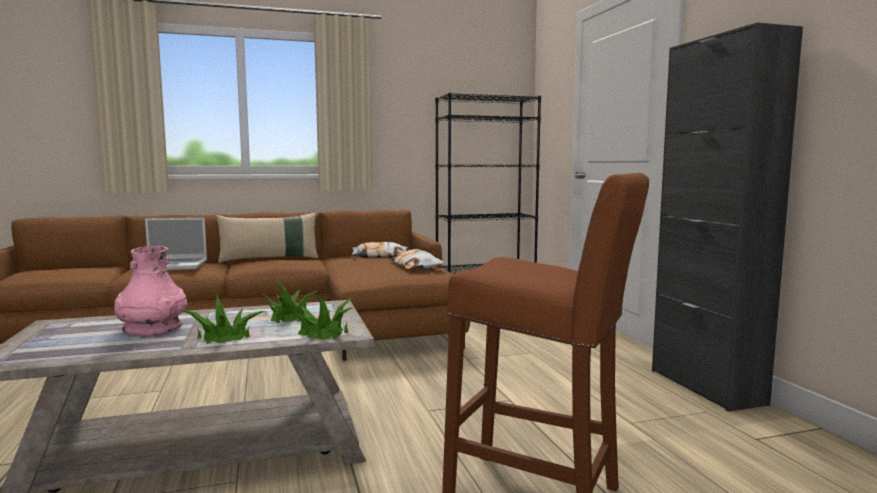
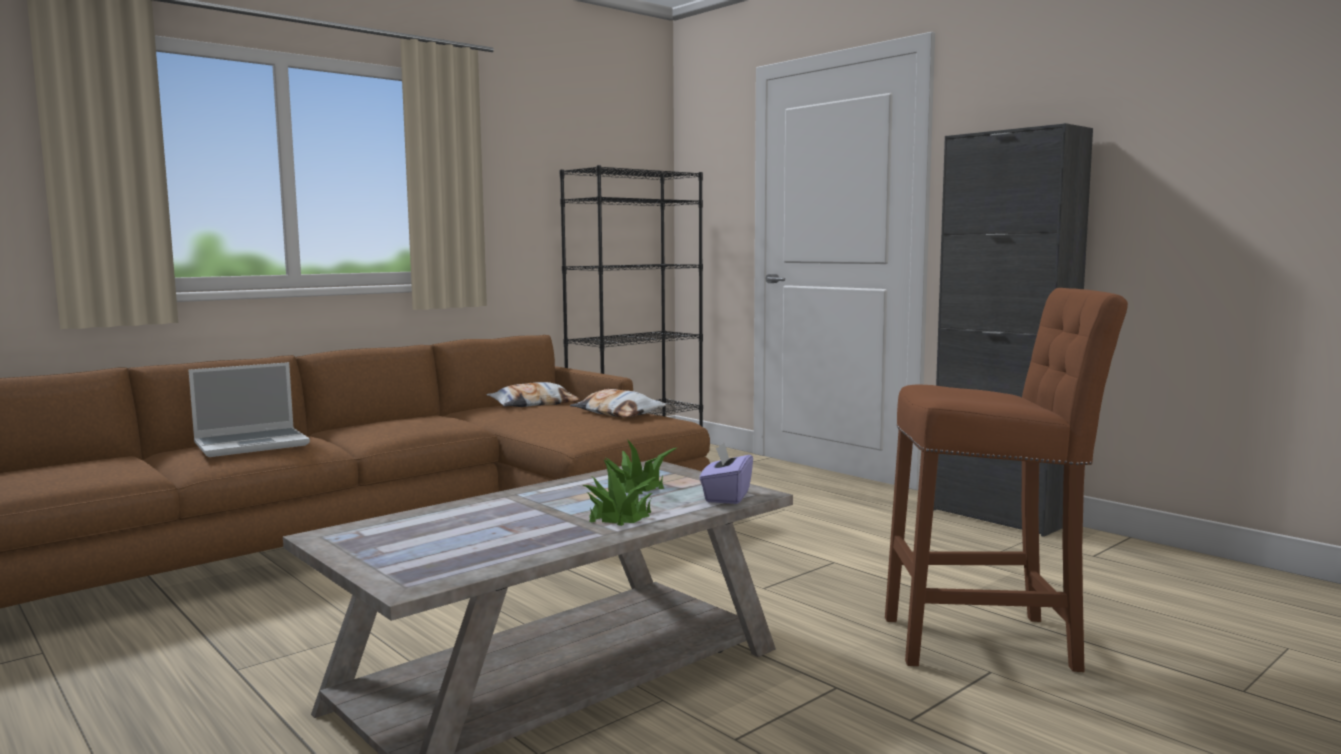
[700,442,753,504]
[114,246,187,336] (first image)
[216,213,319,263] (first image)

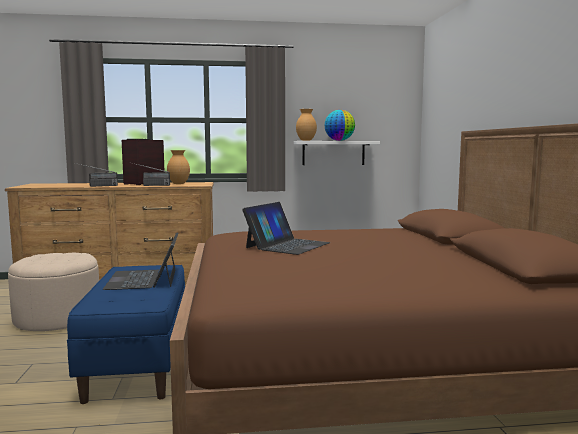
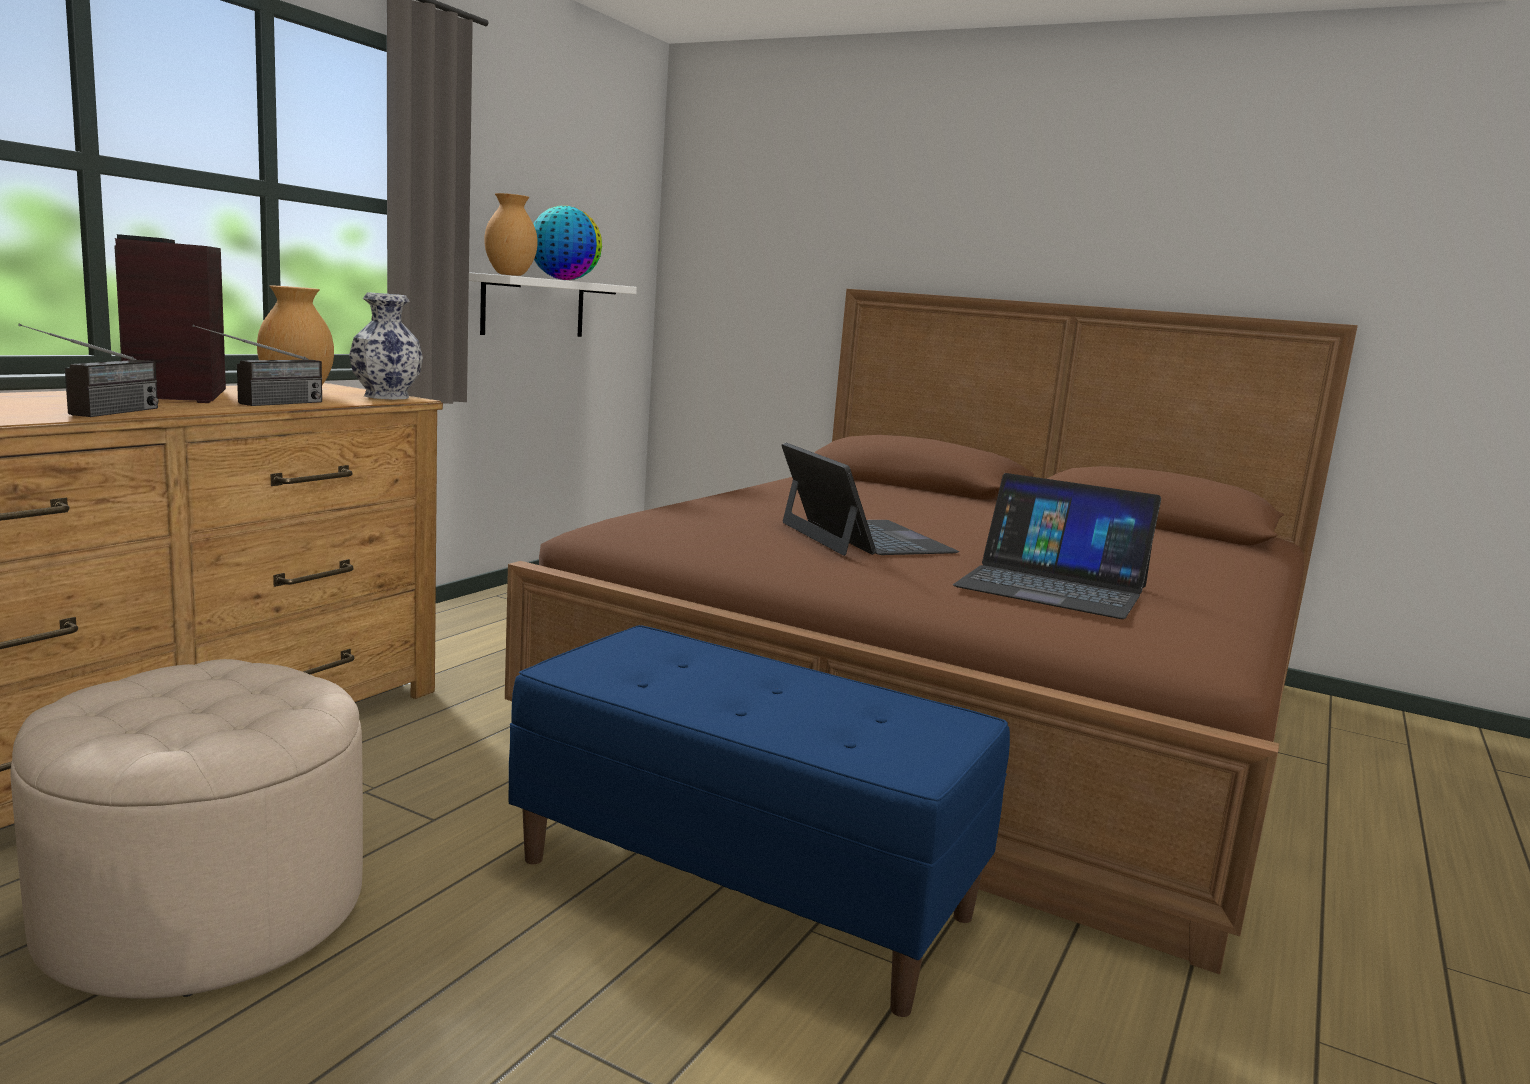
[349,293,423,400]
[953,473,1161,619]

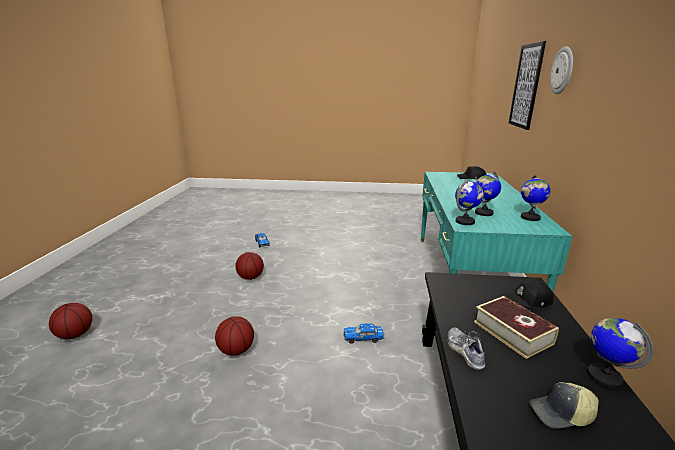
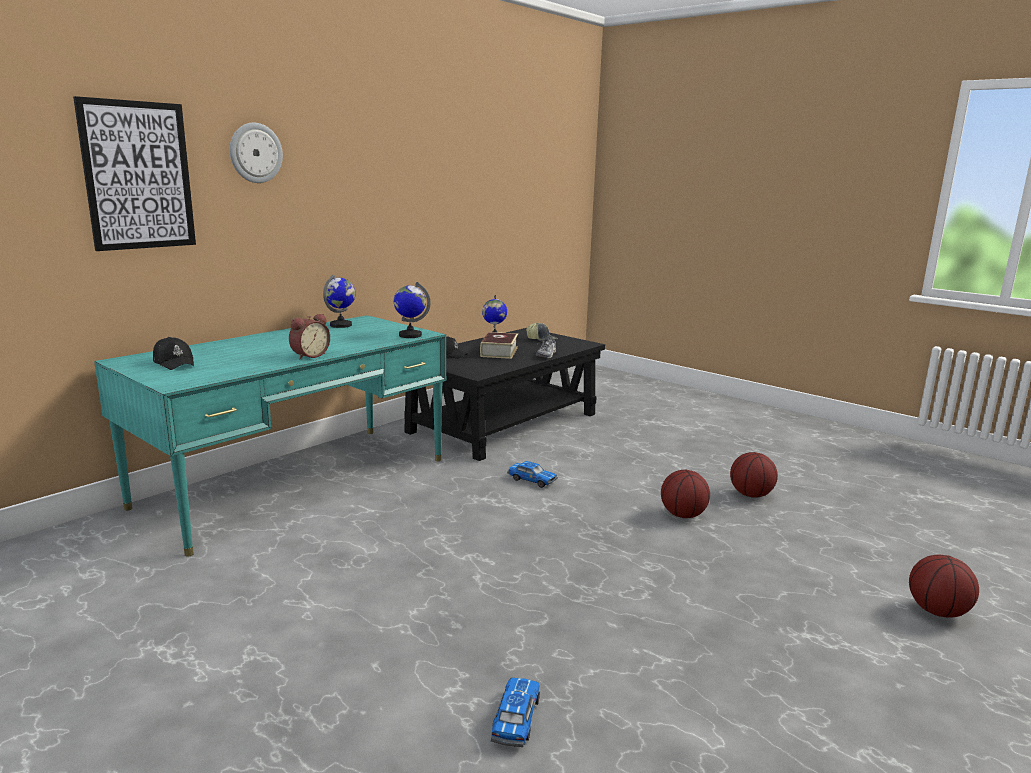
[289,314,330,359]
[730,452,778,498]
[475,171,501,216] (first image)

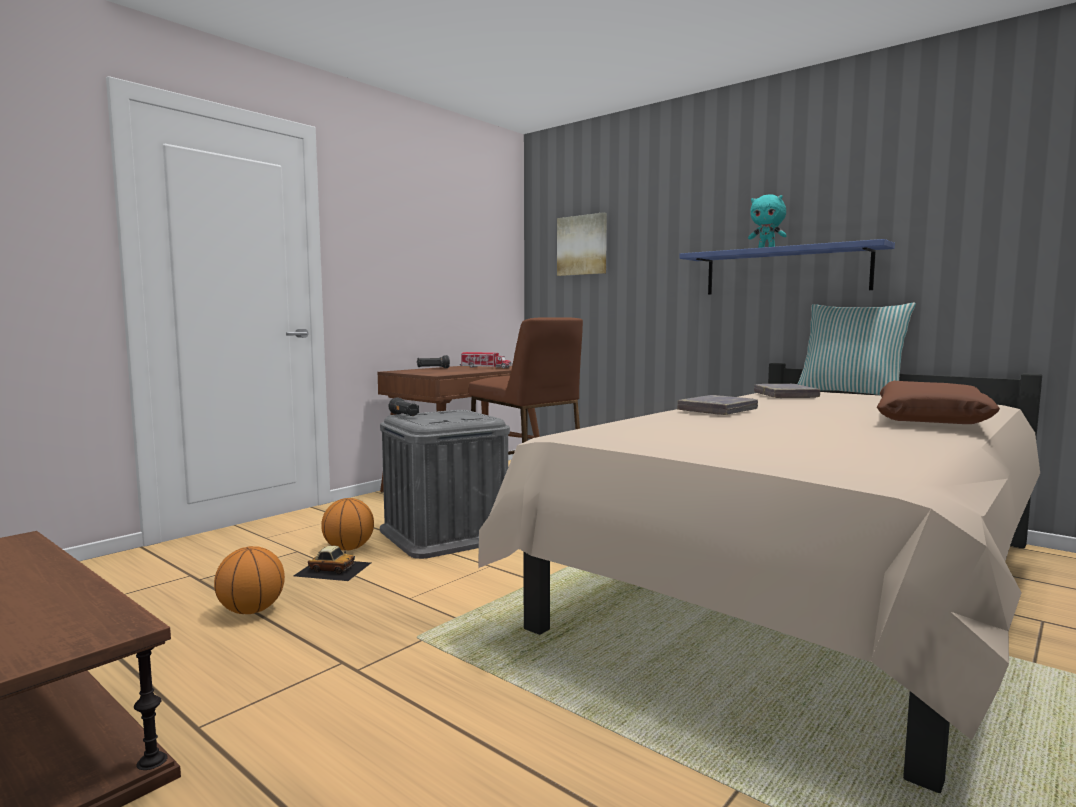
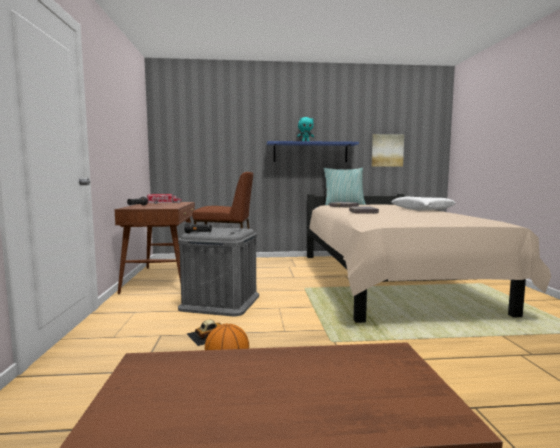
[372,134,404,167]
[392,196,456,211]
[321,498,374,550] (first image)

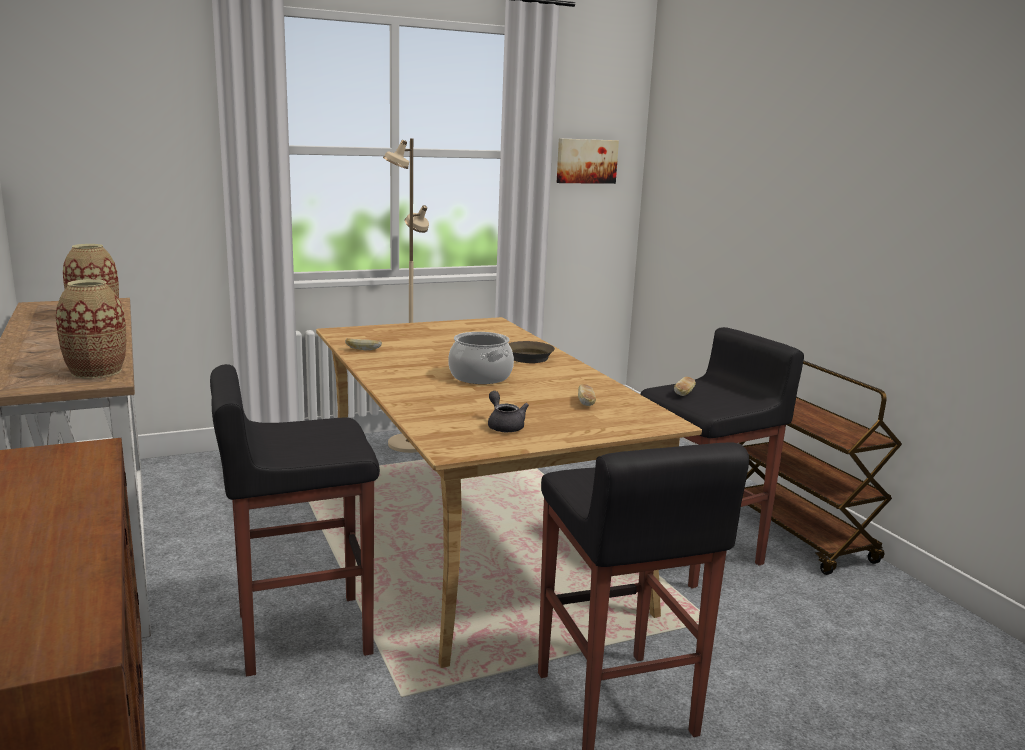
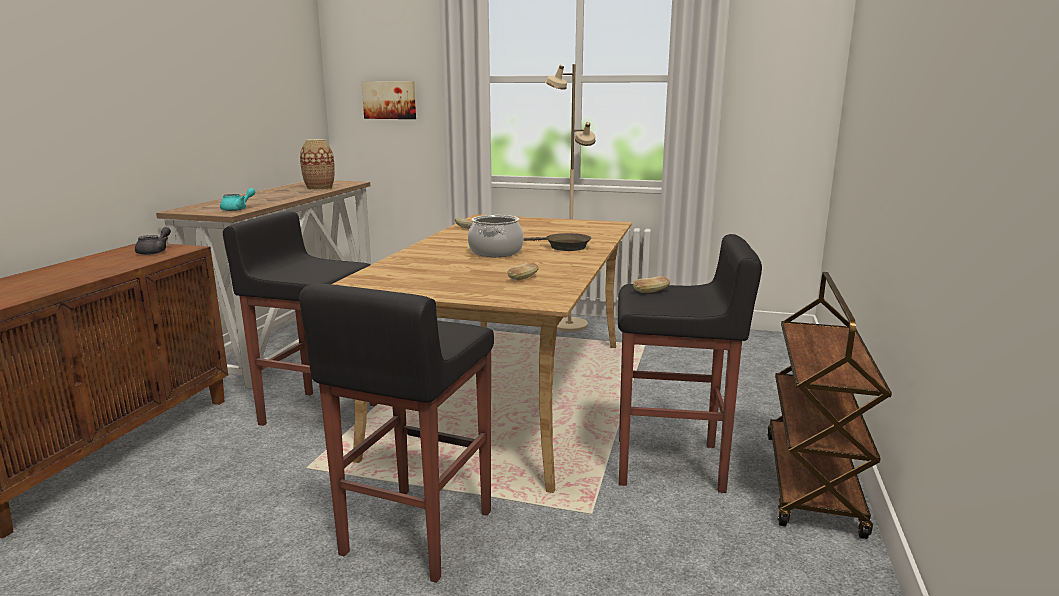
[135,227,171,255]
[220,188,256,211]
[362,81,416,119]

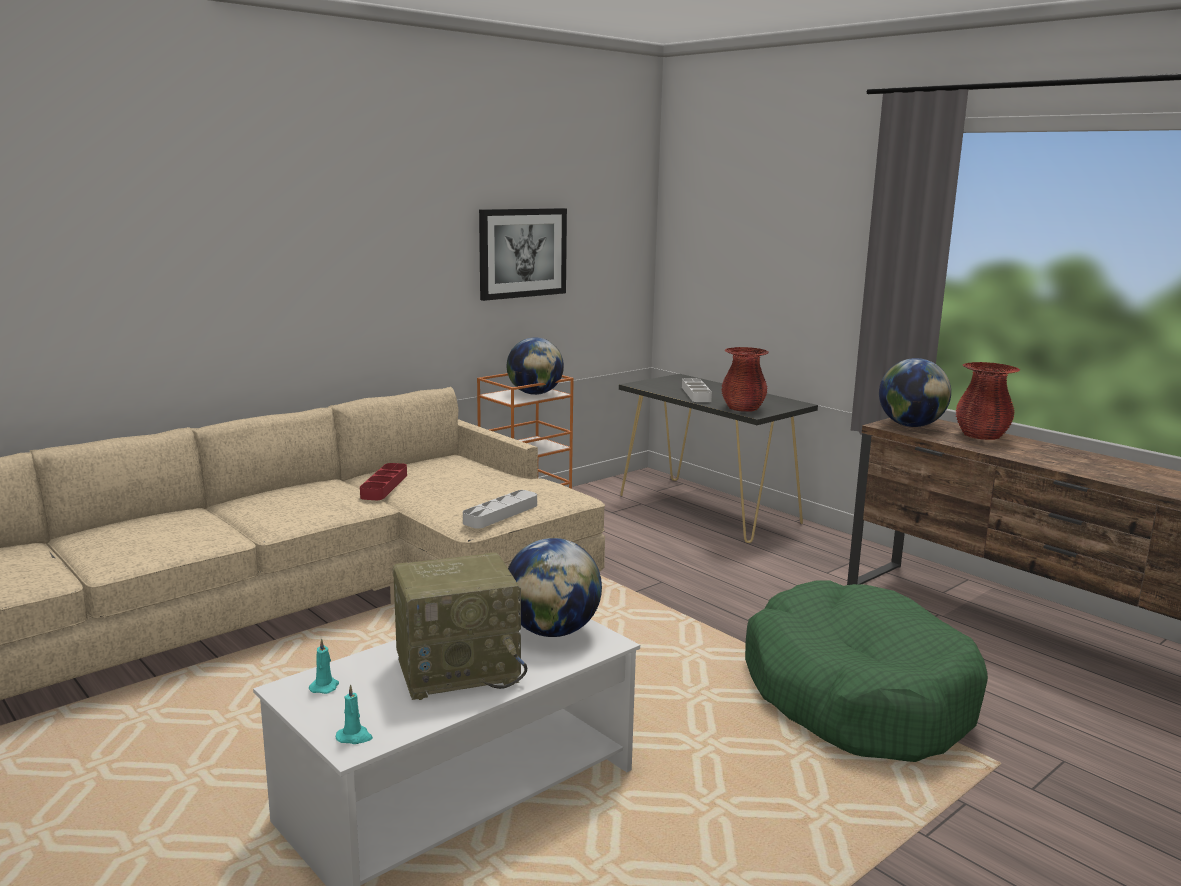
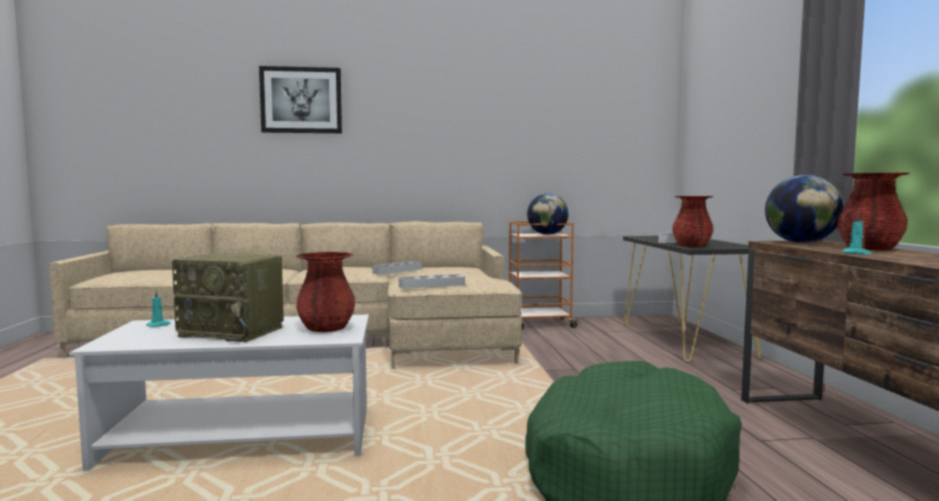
[259,66,342,133]
[296,252,355,332]
[372,261,422,275]
[842,213,872,255]

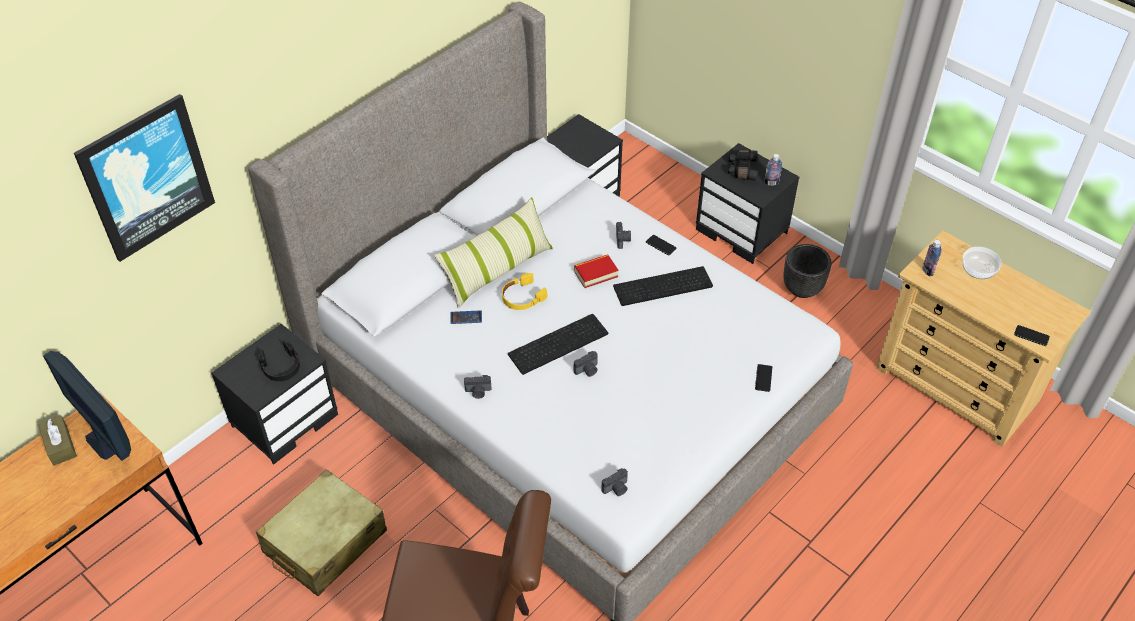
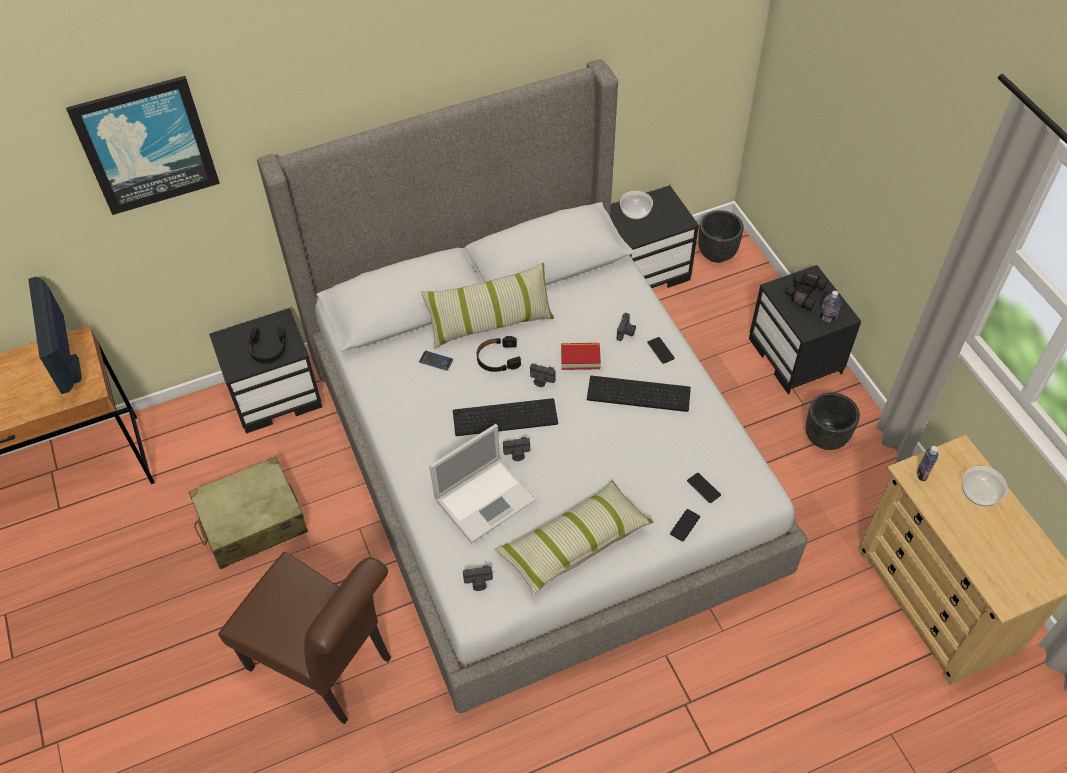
[429,424,536,543]
[477,336,521,372]
[495,481,654,596]
[530,363,556,387]
[620,191,653,219]
[687,473,721,503]
[698,210,744,263]
[38,416,77,466] (first image)

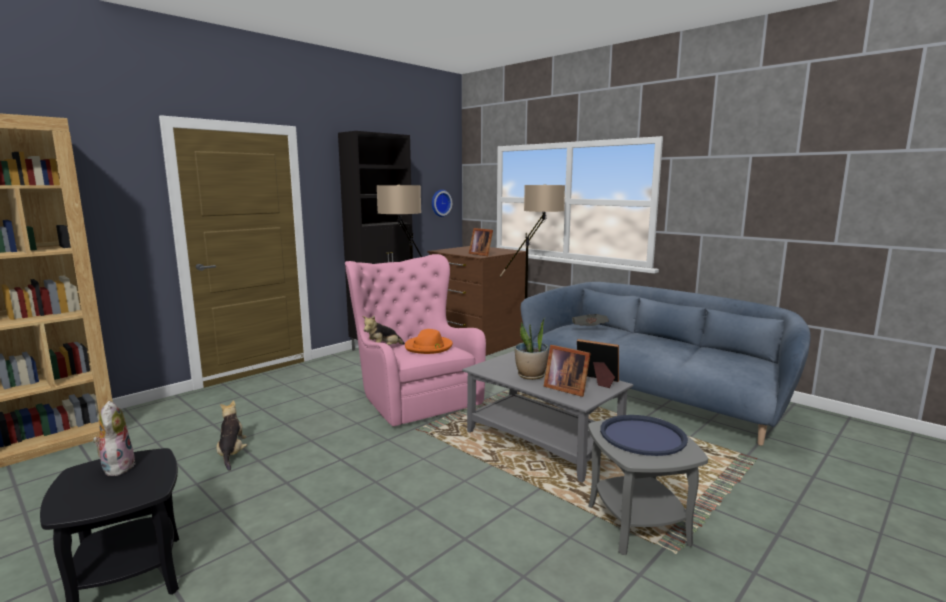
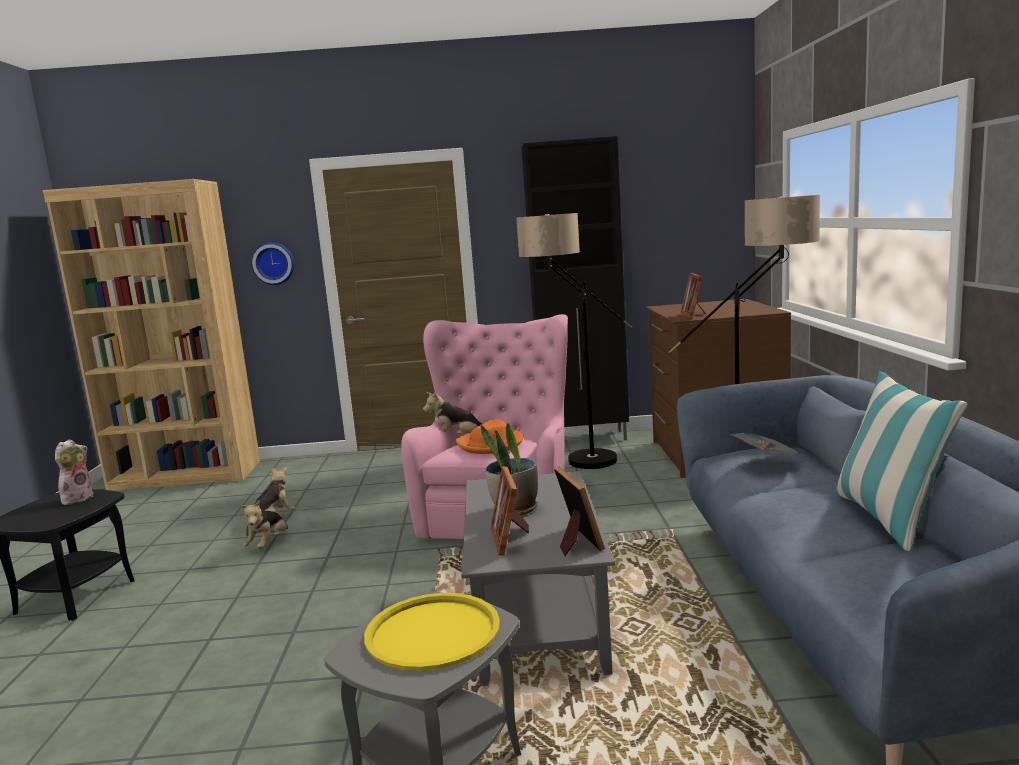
[241,501,288,549]
[251,242,294,285]
[364,593,500,671]
[835,371,967,551]

